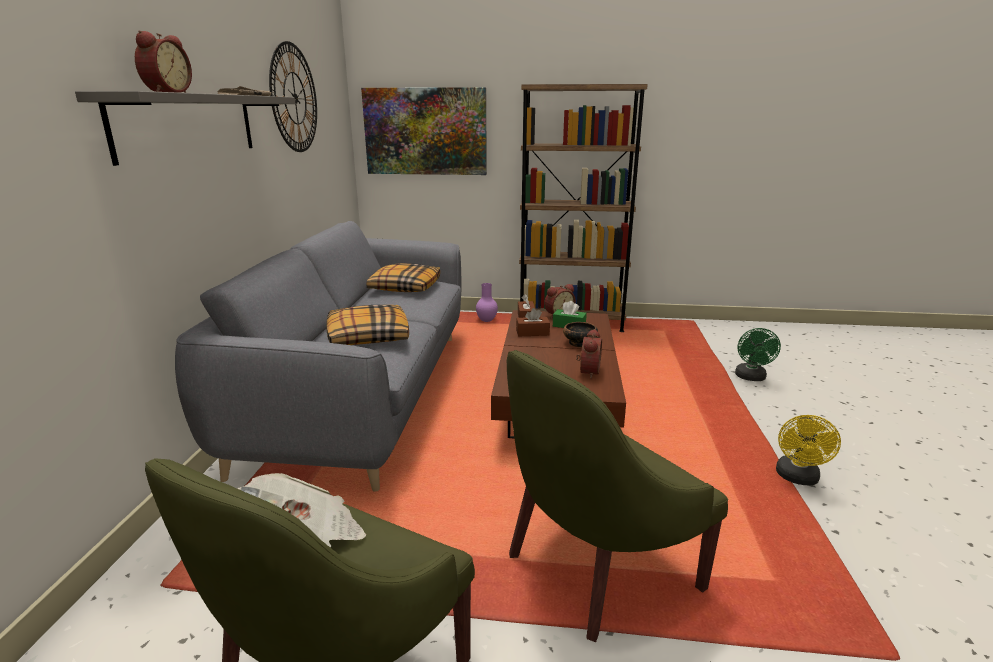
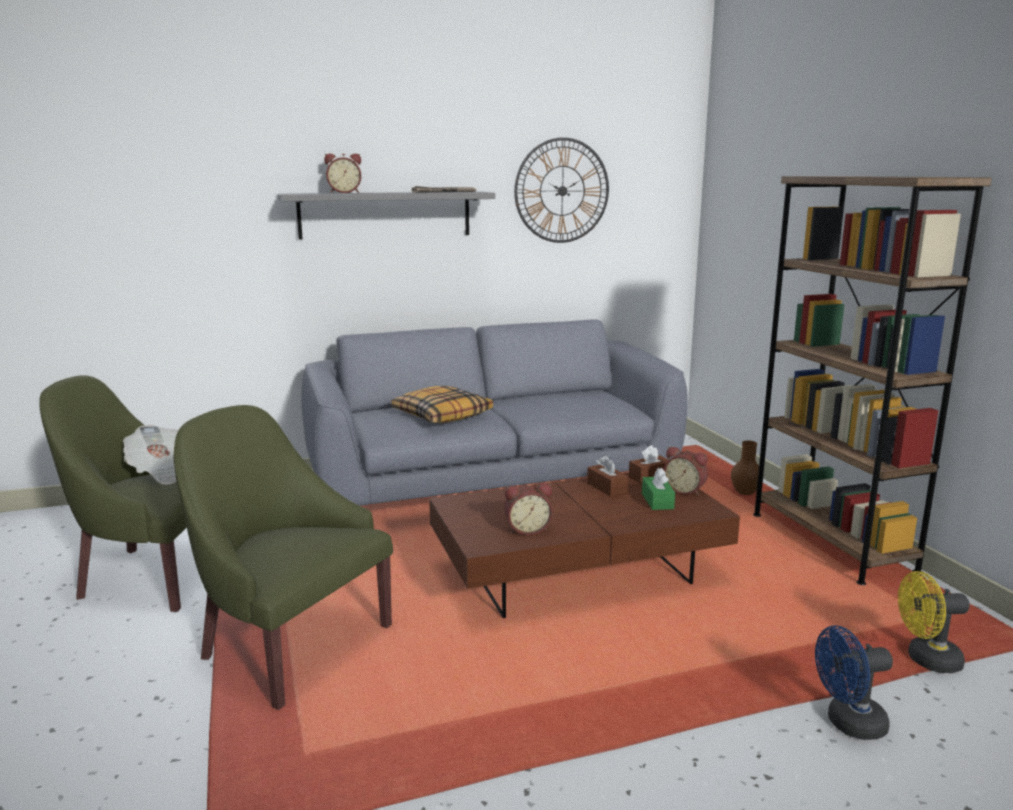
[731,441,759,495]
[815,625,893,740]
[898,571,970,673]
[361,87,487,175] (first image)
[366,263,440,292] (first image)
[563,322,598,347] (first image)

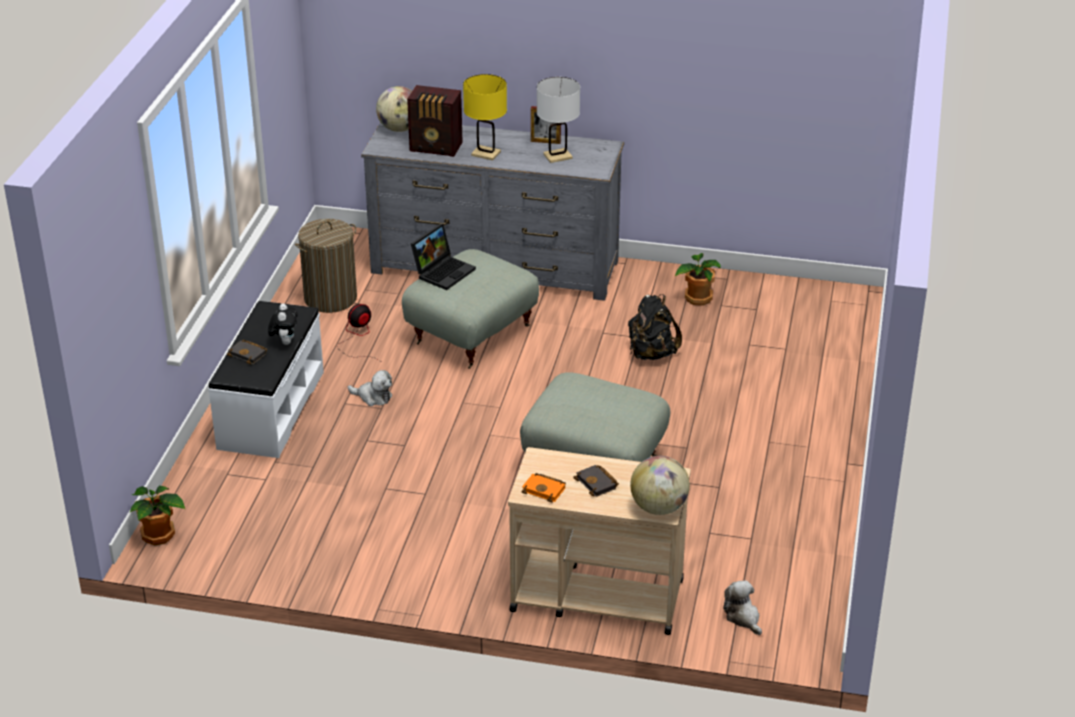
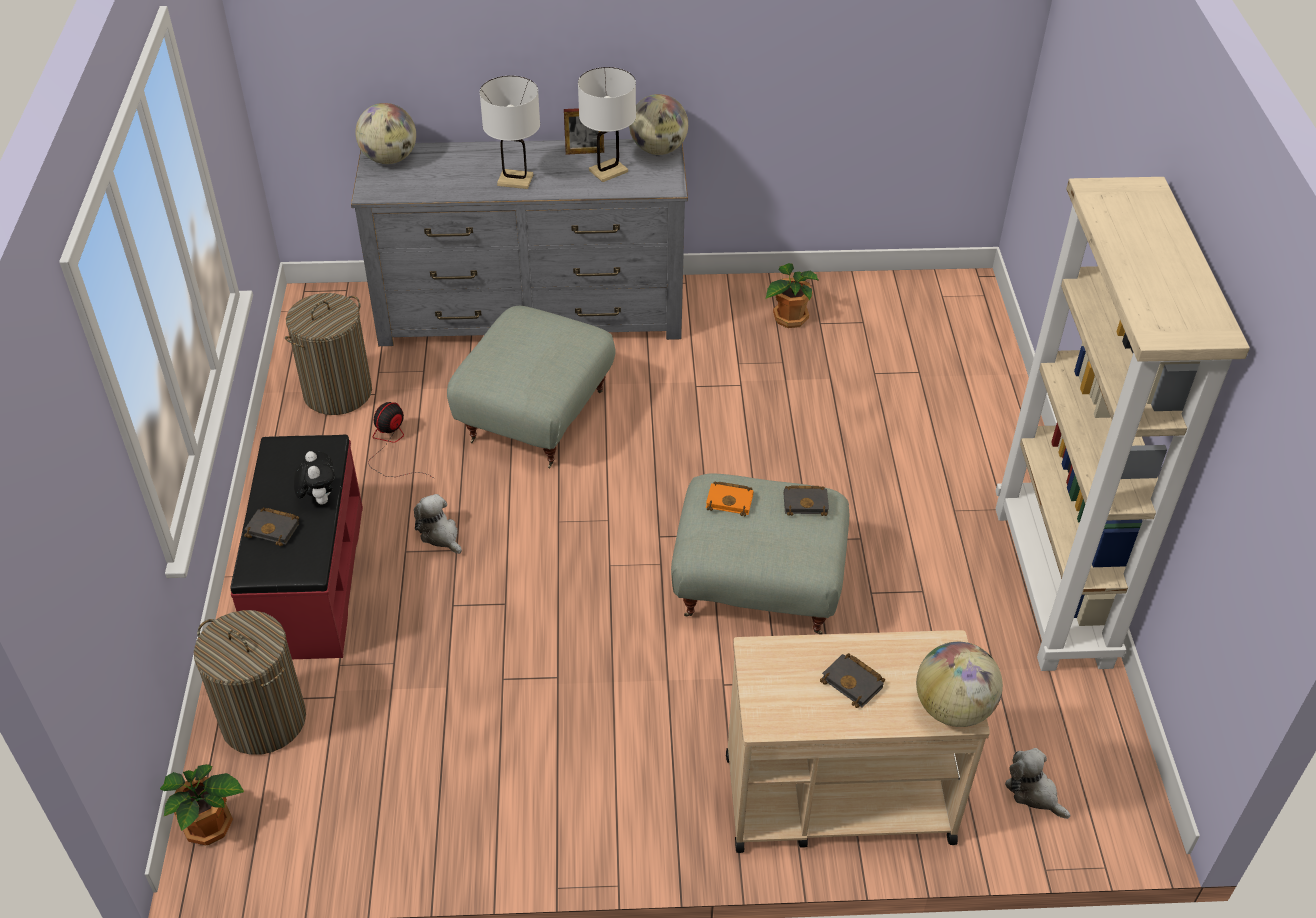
[194,610,306,755]
[230,435,363,659]
[414,494,462,554]
[480,76,540,189]
[629,94,688,155]
[706,481,754,516]
[784,486,829,516]
[996,177,1250,671]
[407,85,462,157] (first image)
[411,224,476,290] (first image)
[628,294,682,360] (first image)

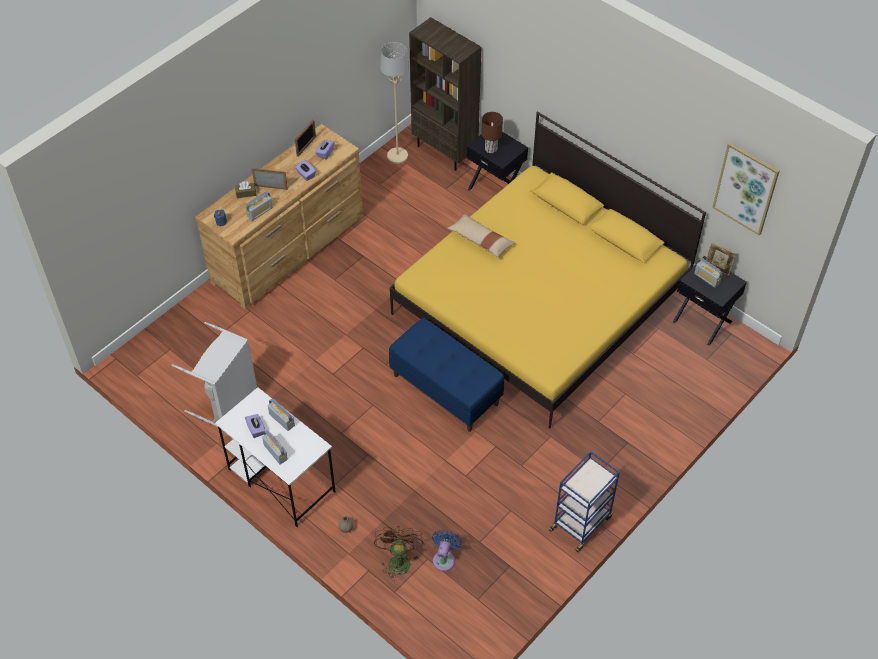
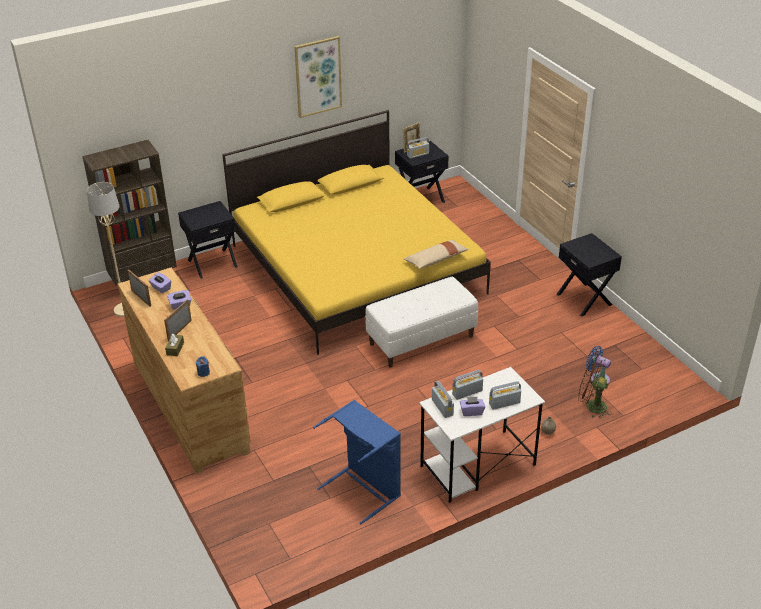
[294,36,342,118]
[313,400,401,524]
[366,277,478,368]
[403,240,469,269]
[432,381,454,418]
[556,233,622,317]
[481,112,503,153] (first image)

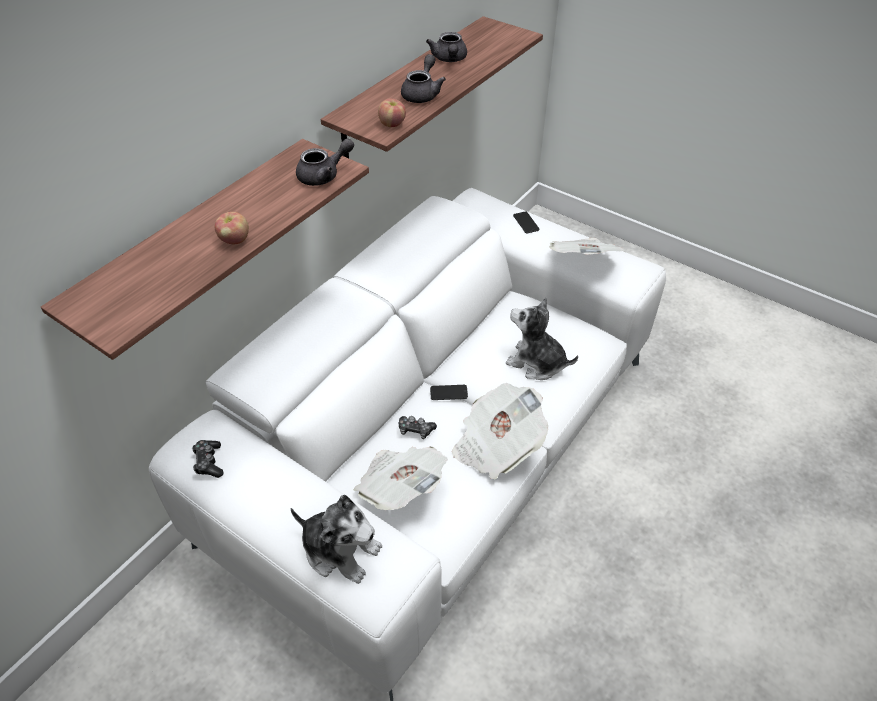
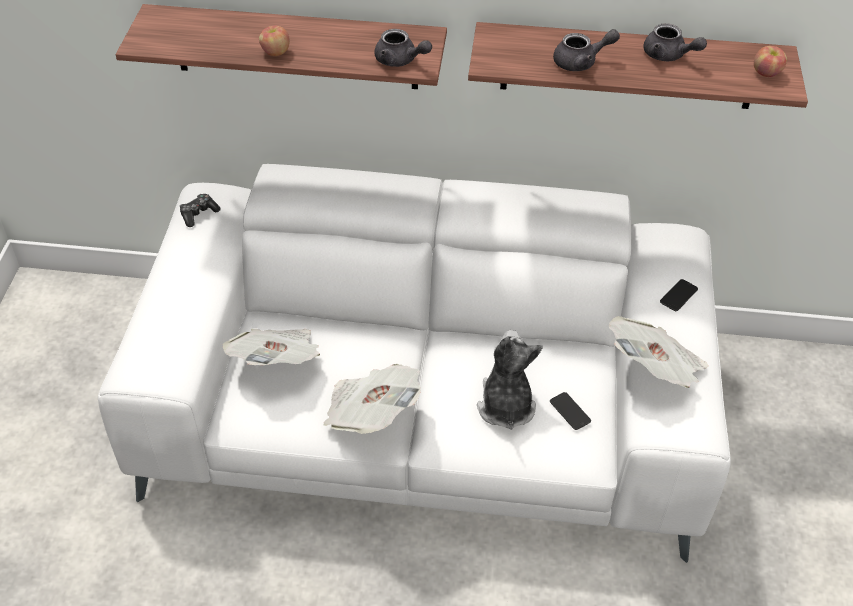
[550,392,591,430]
[643,23,707,62]
[754,46,787,77]
[291,495,382,584] (first image)
[399,416,437,439] (first image)

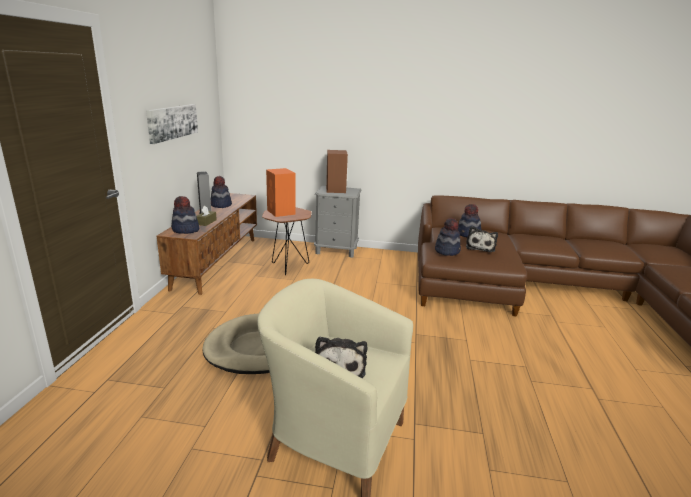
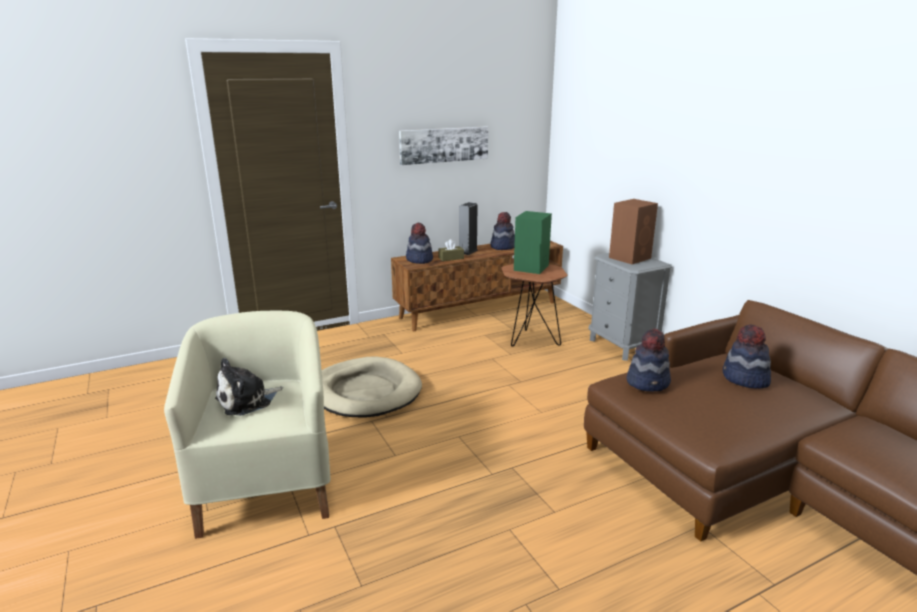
[514,211,552,274]
[466,226,498,252] (first image)

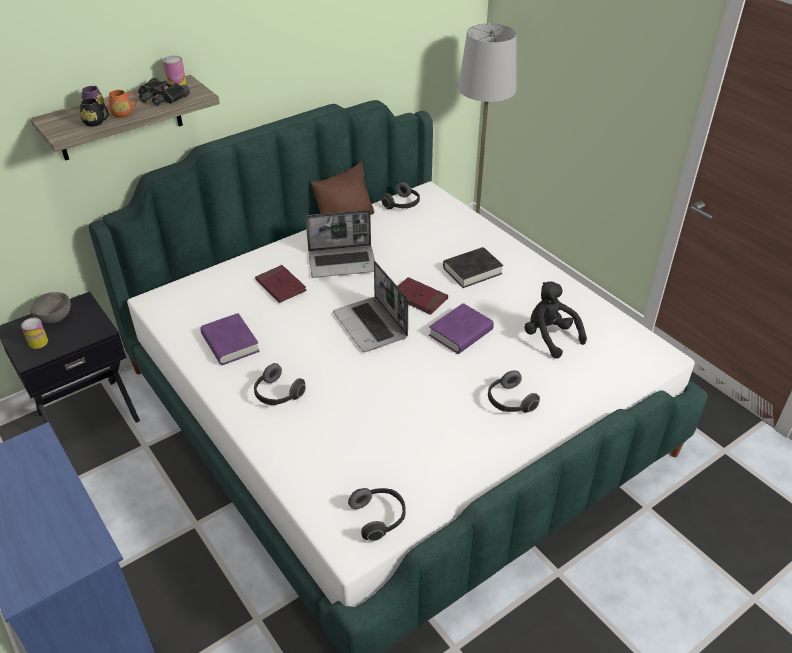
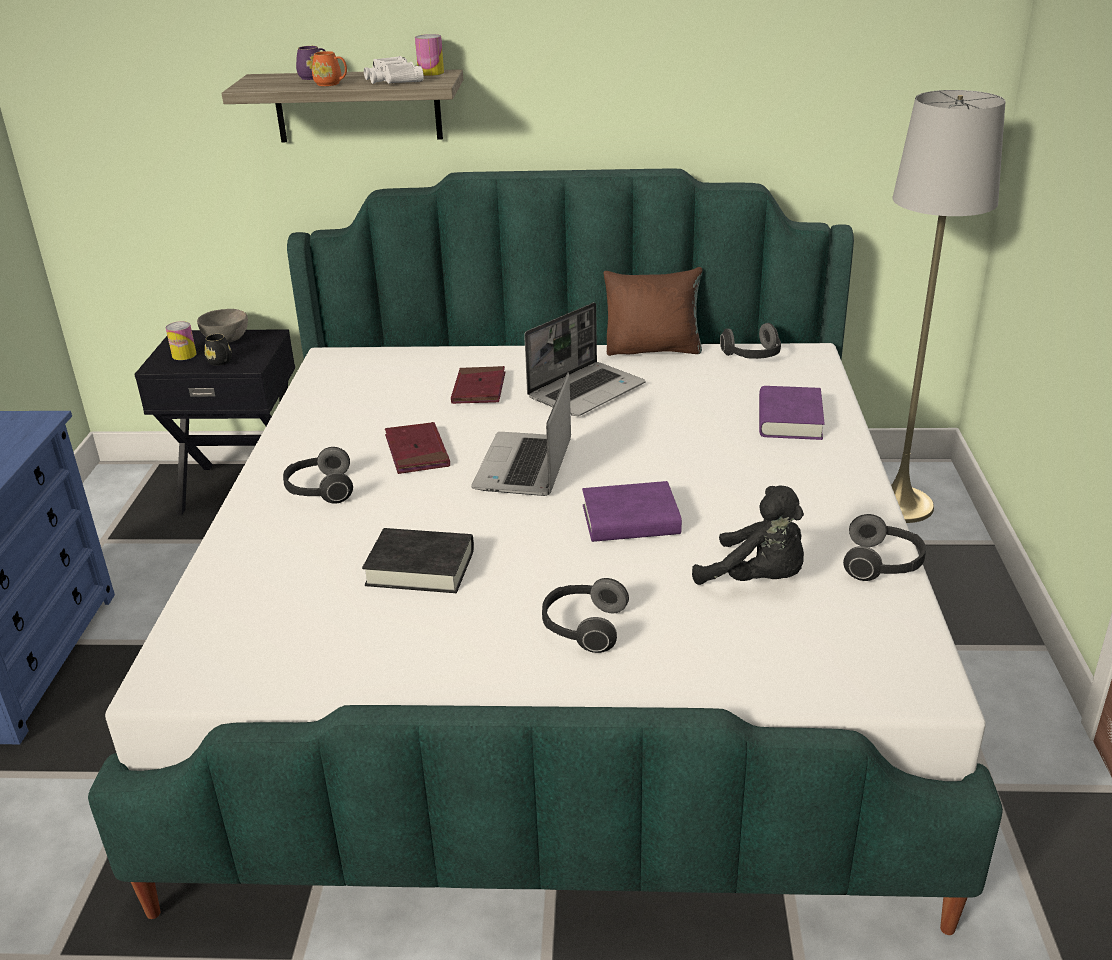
[205,334,232,366]
[362,528,474,593]
[364,56,424,84]
[385,422,450,474]
[524,302,646,416]
[692,485,804,585]
[759,386,825,440]
[843,514,926,581]

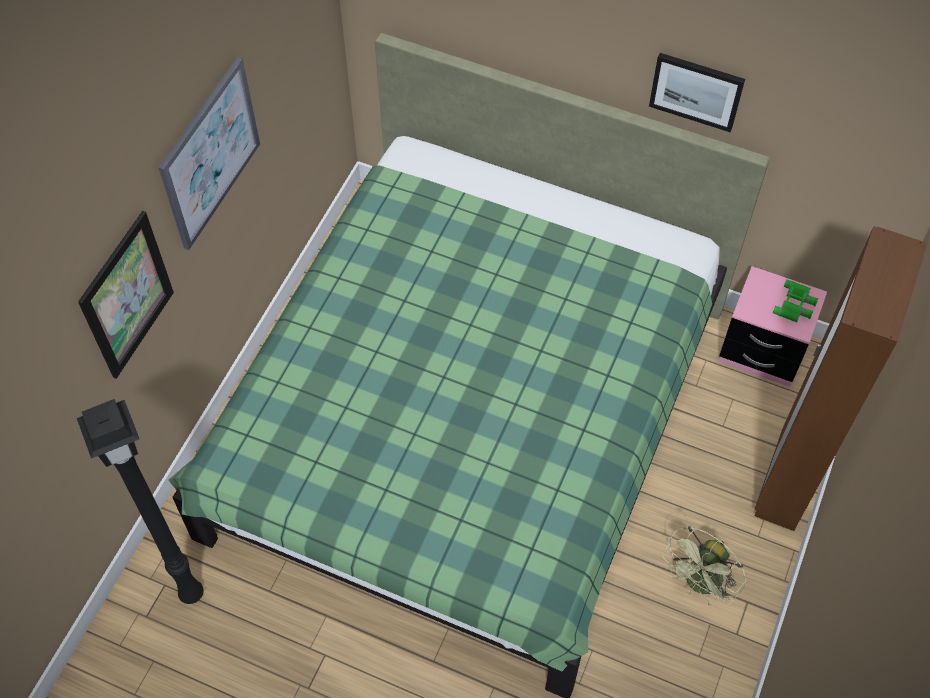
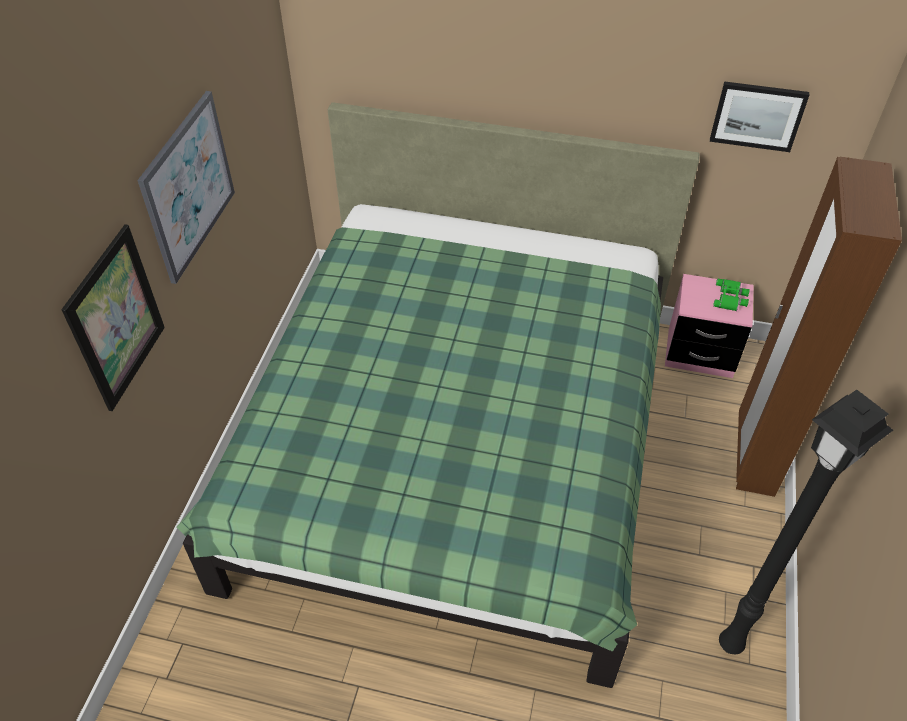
[710,81,809,152]
[719,390,893,654]
[662,526,746,605] (first image)

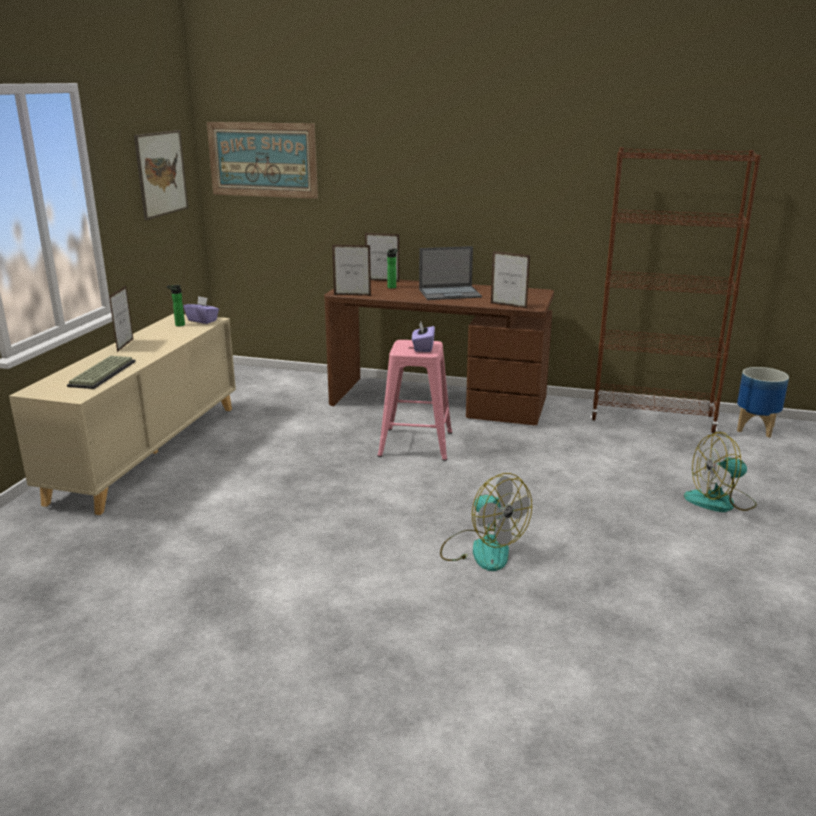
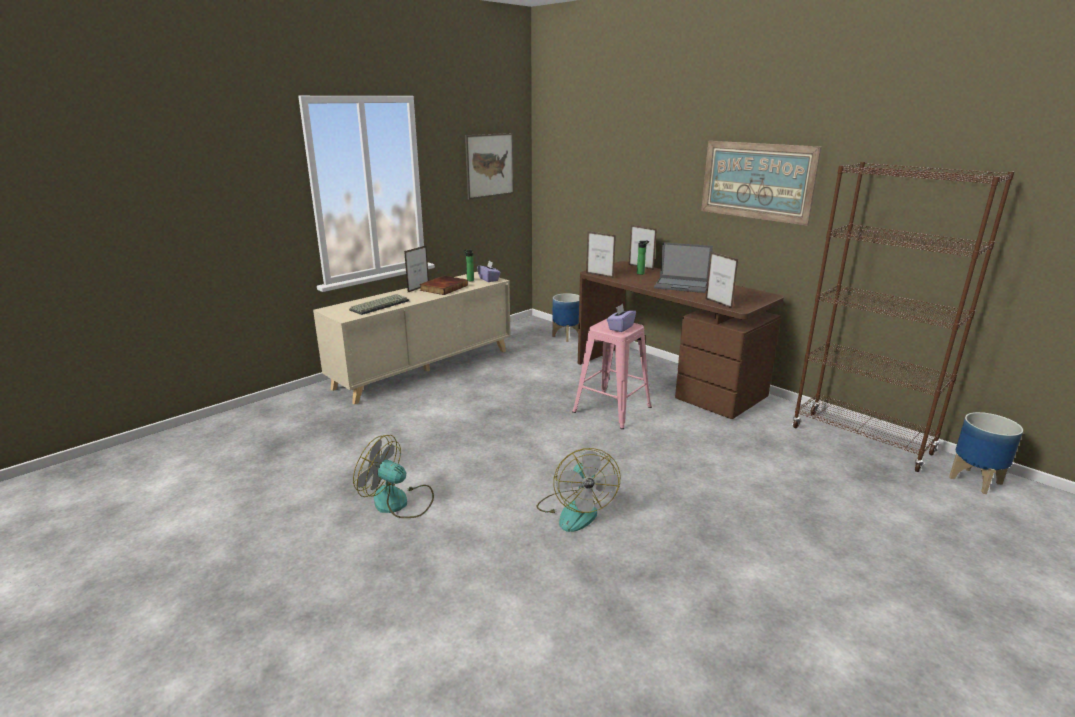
[353,435,434,518]
[419,276,468,295]
[552,293,579,342]
[701,141,822,225]

